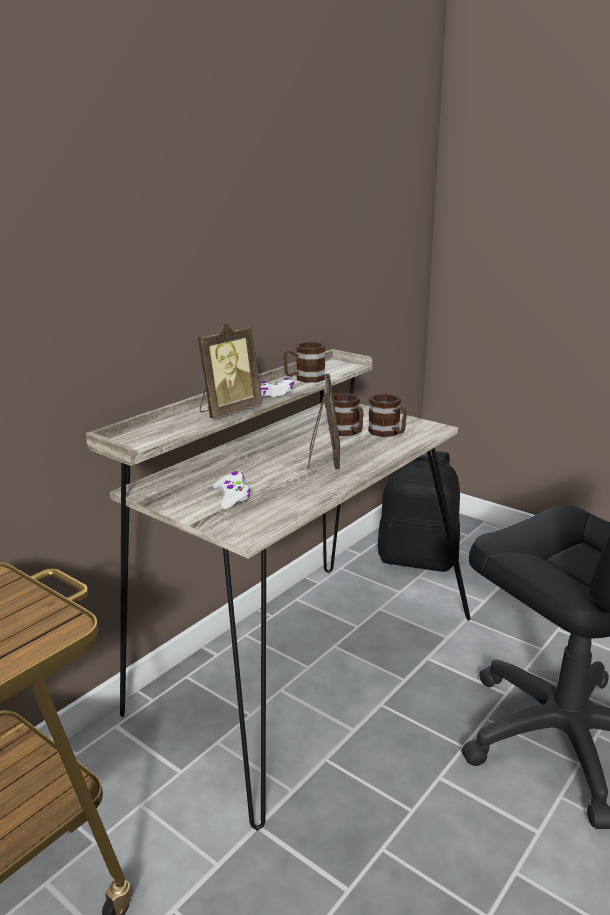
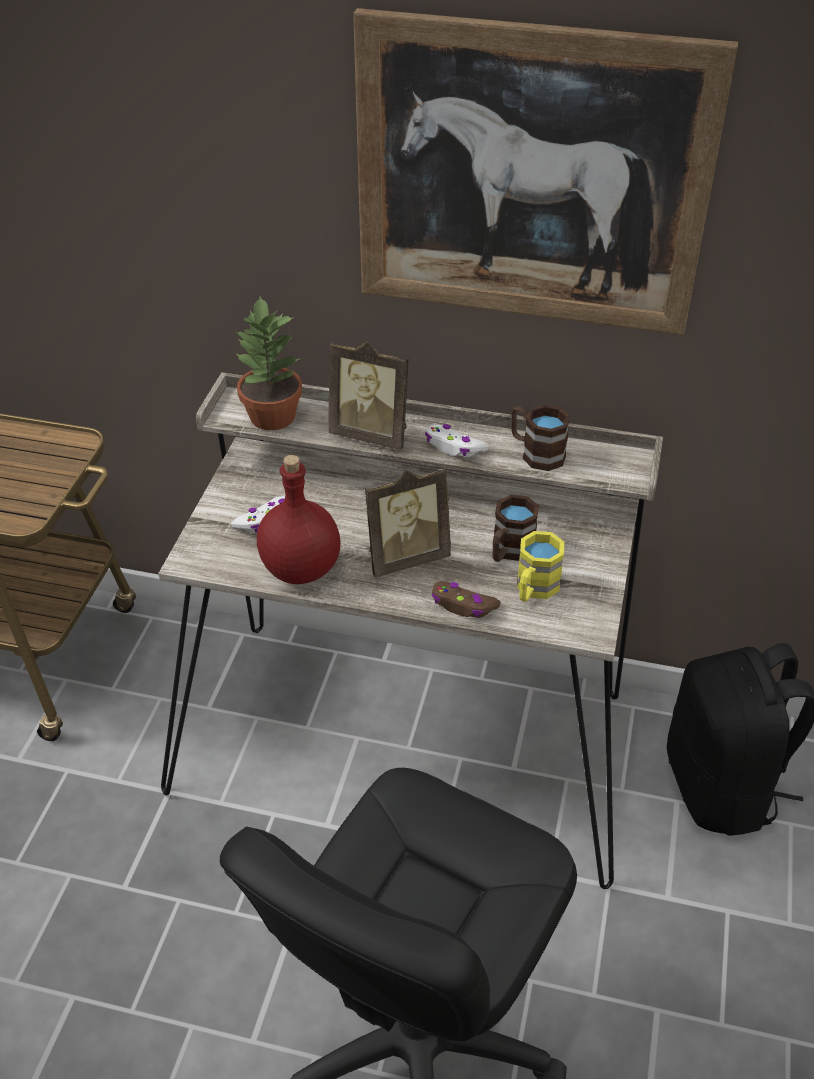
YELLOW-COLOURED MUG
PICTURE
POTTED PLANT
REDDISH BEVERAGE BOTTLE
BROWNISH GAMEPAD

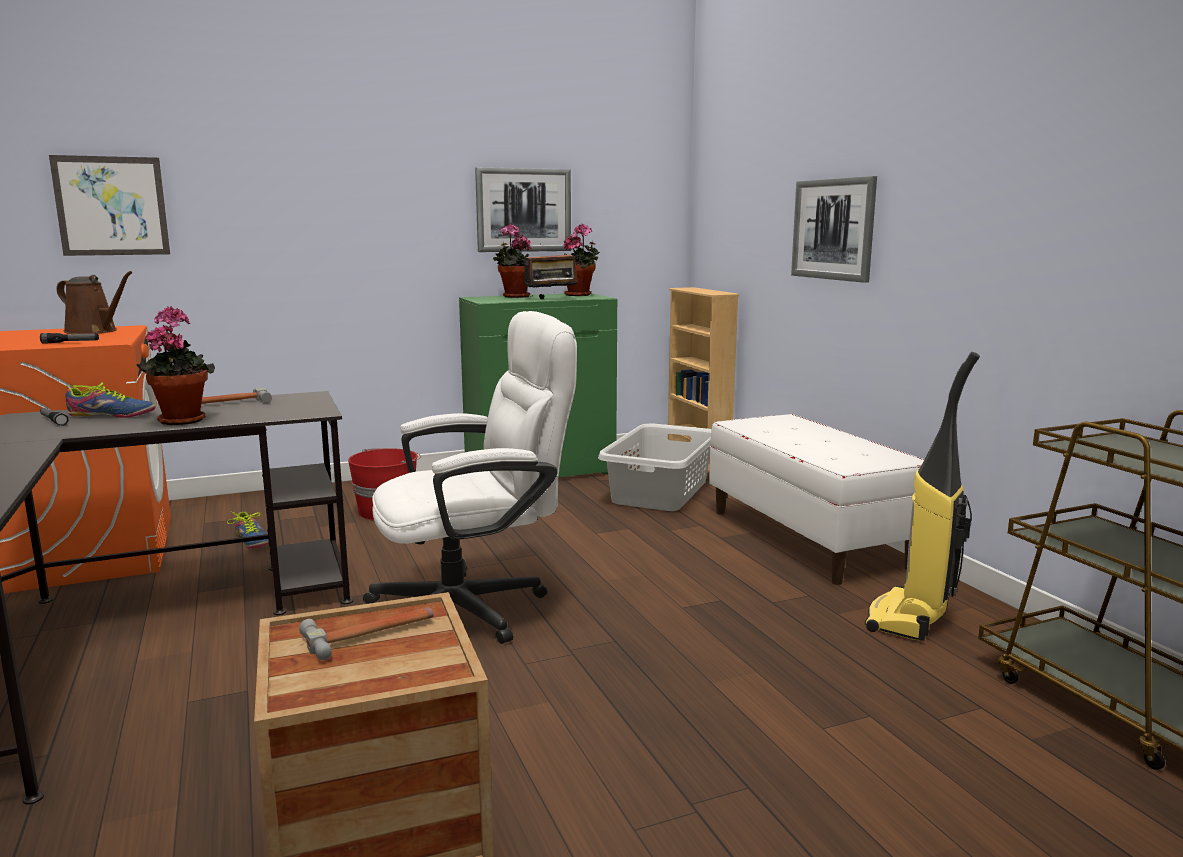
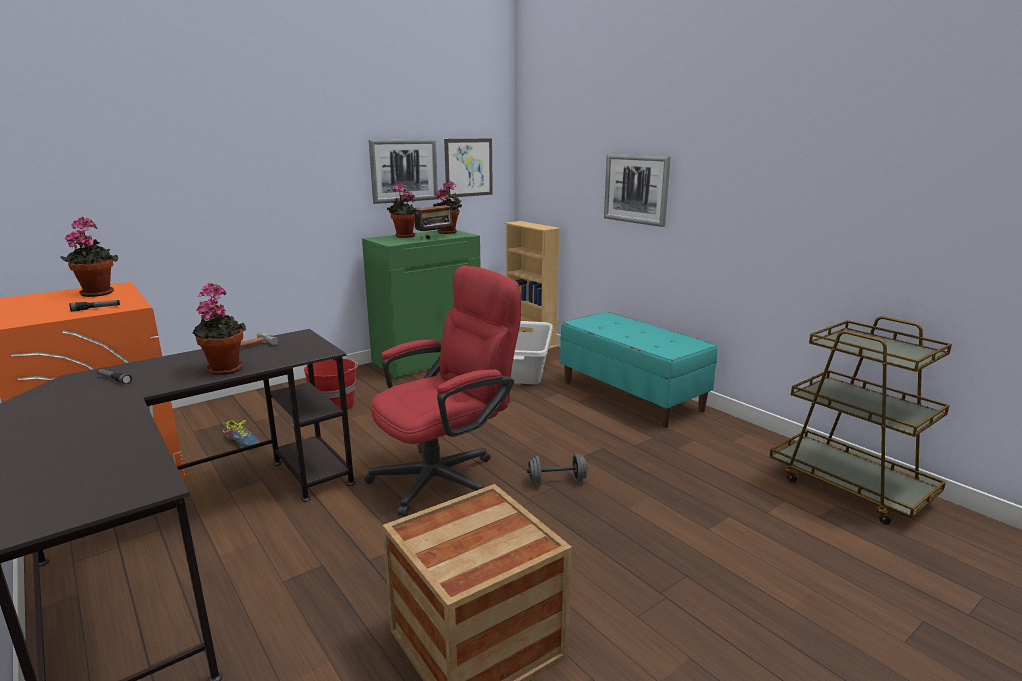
PICTURE (no. 2 from left)
POTTED PLANT (no. 1 from left)
REDDISH DESK CHAIR
VACUUM
LOW SHOE (no. 1 from left in the first image)
TURQUOISE-COLOURED INDOOR BENCH
HAMMER (no. 2 from left in the first image)
GREY DUMBBELL

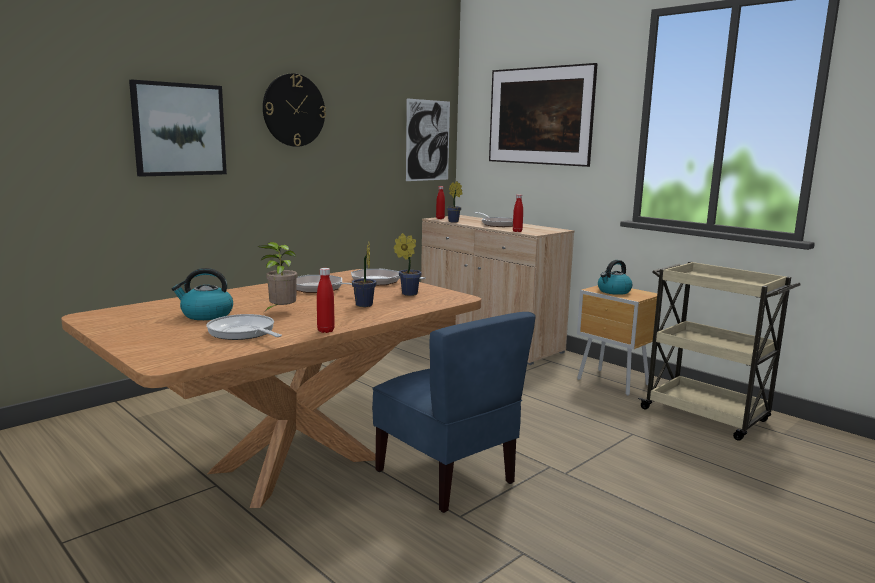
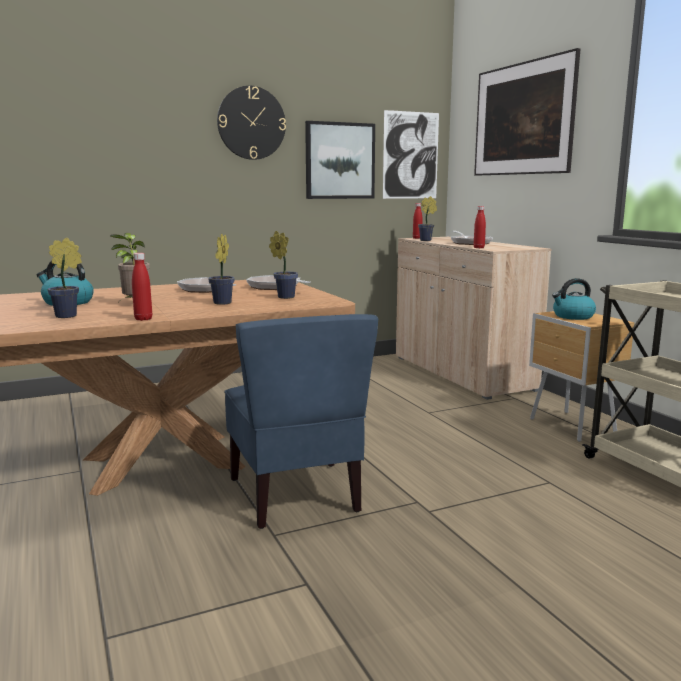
PICTURE (no. 1 from left)
POTTED PLANT (no. 1 from left)

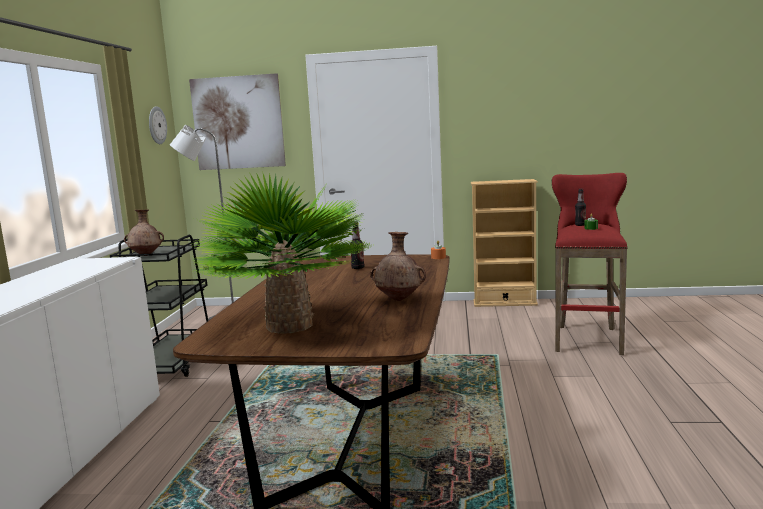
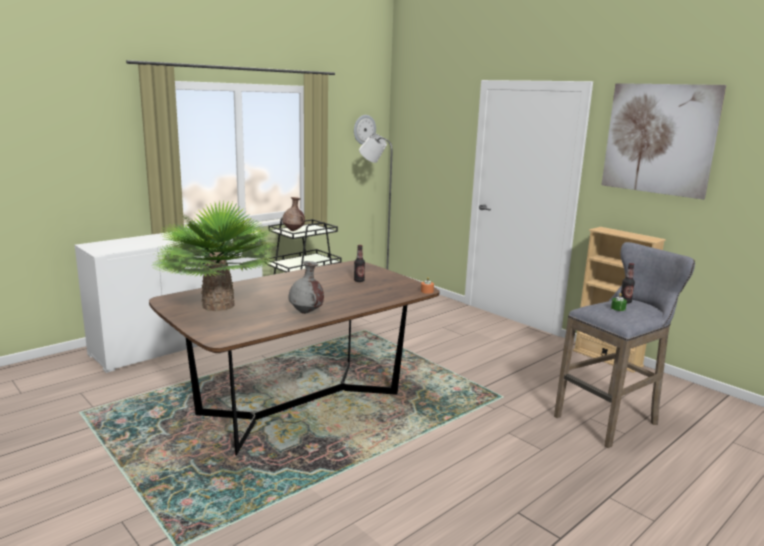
PICTURE
GREY SITTING STOOL
GREY FLOWER VASE

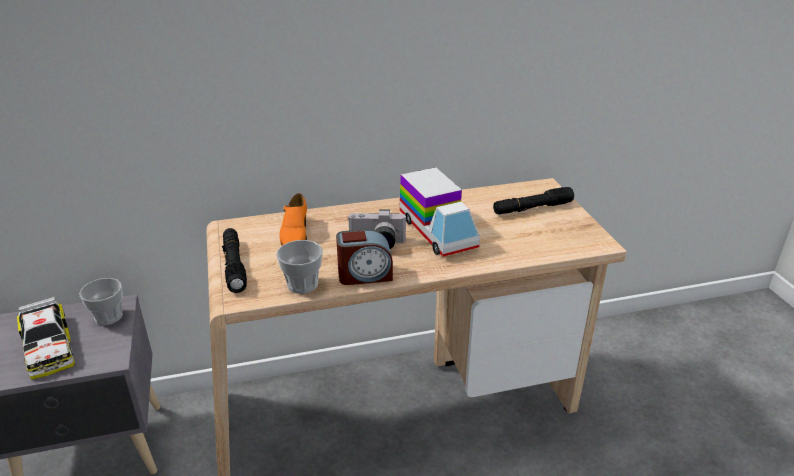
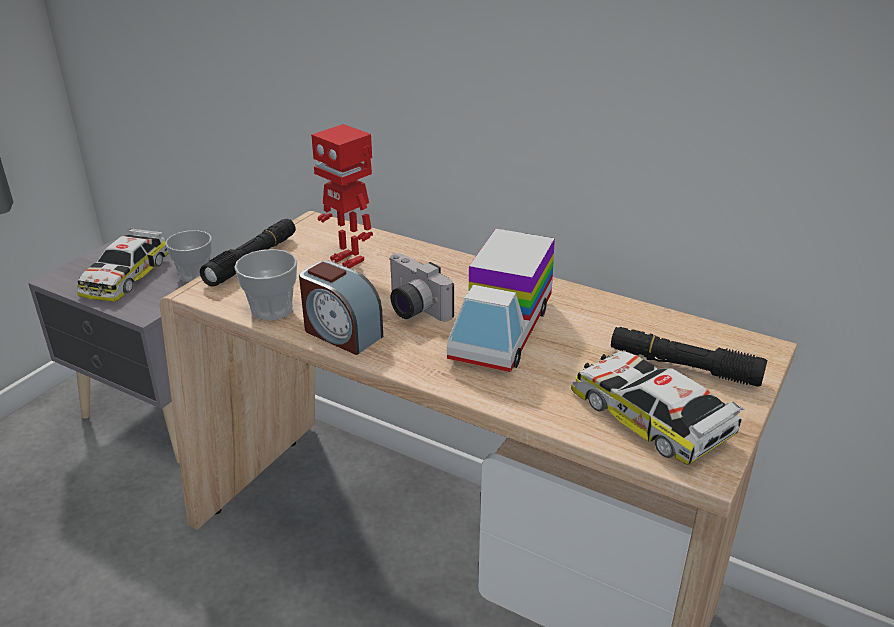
TOY ROBOT
MINIATURE CAR (no. 2 from left)

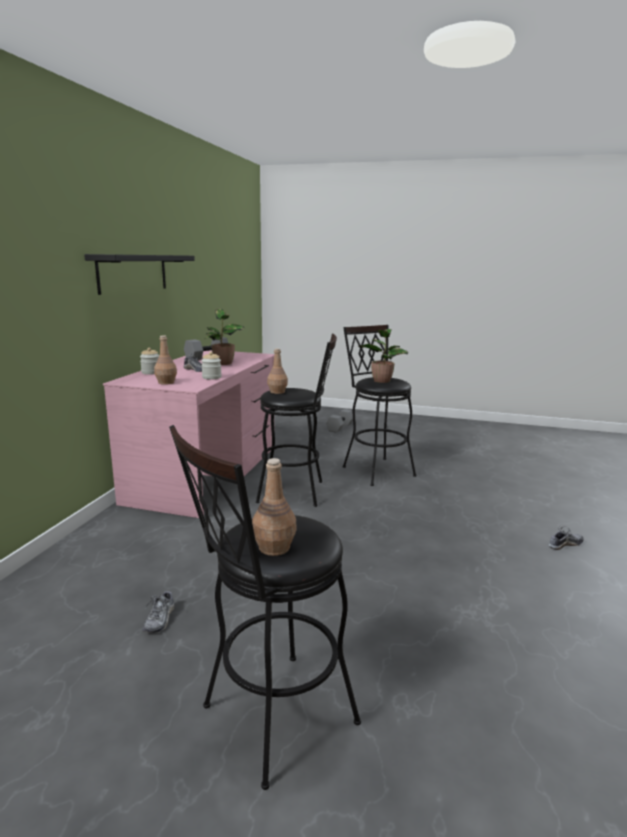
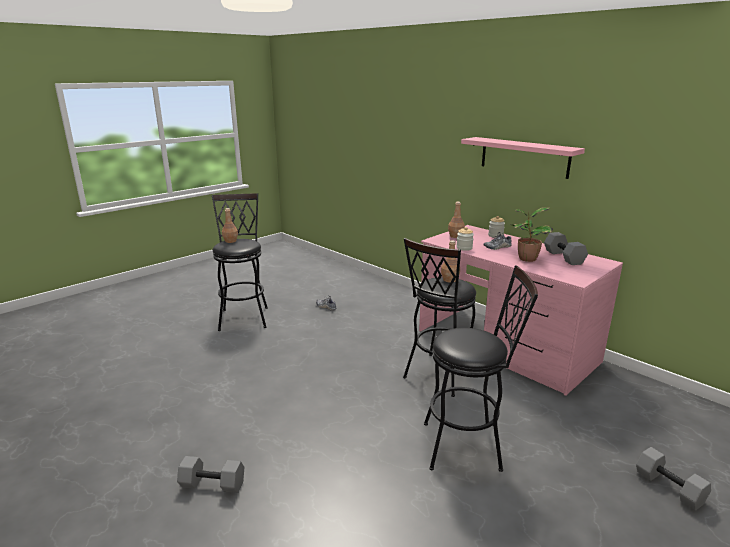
PINK BRACKET SHELF
POTTED PLANT (no. 2 from left in the first image)
GREY DUMBBELL (no. 1 from left)

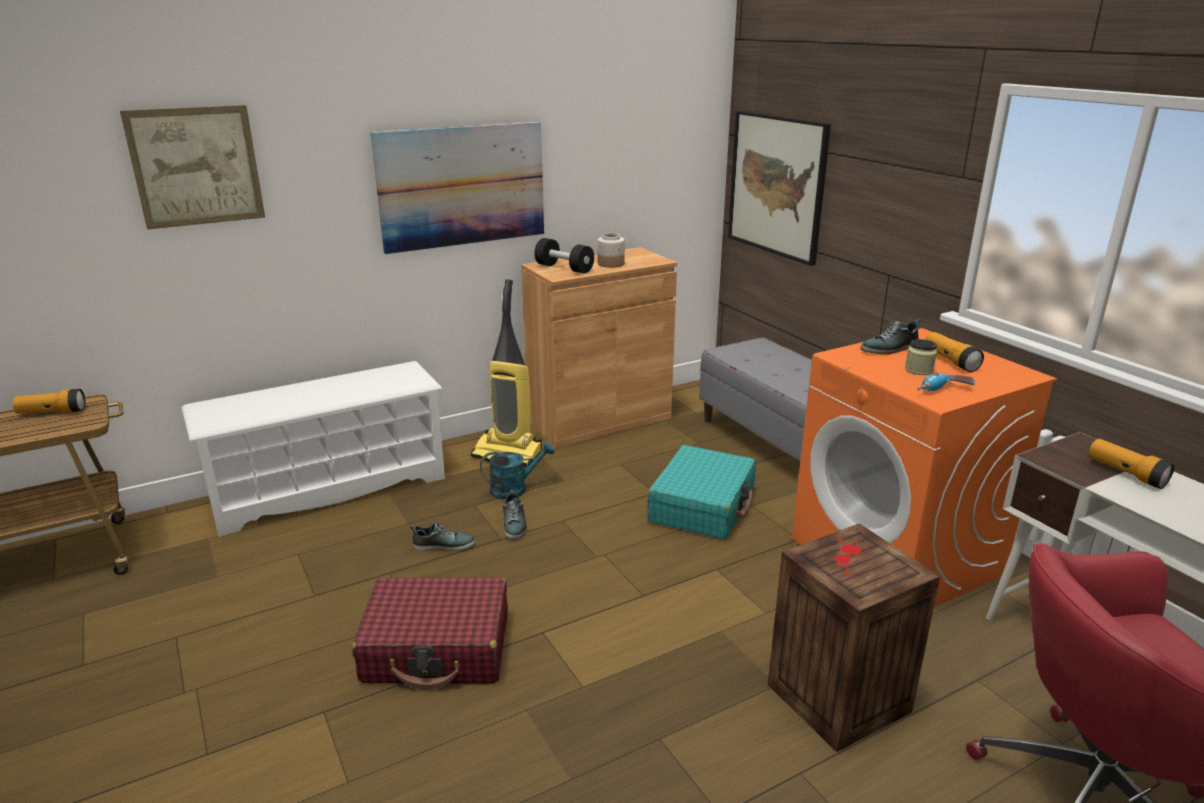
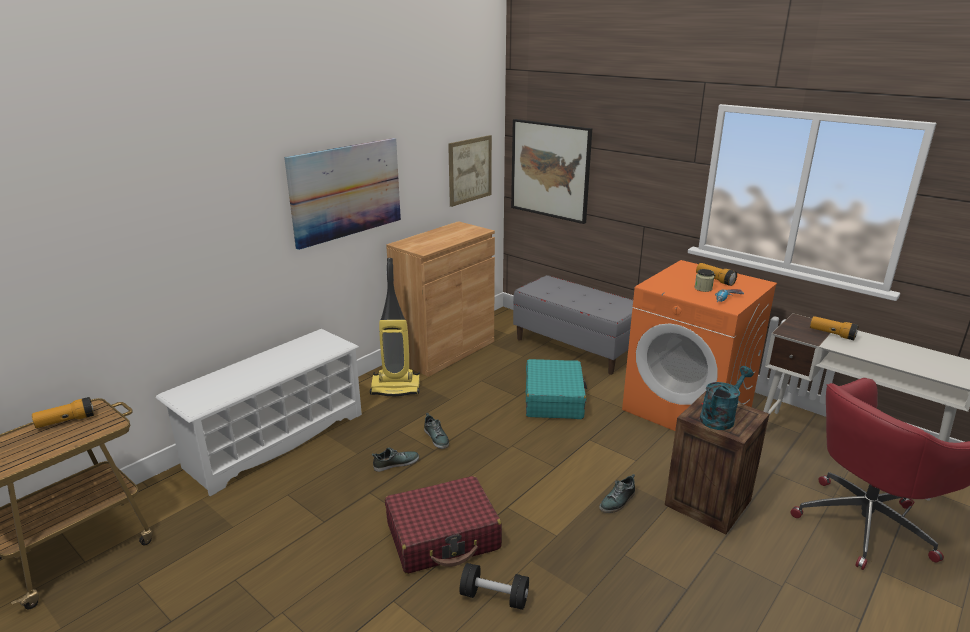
PICTURE (no. 2 from left)
STORAGE JAR (no. 1 from left in the first image)
BLACKISH DUMBBELL
LOW SHOE (no. 3 from left)
TURQUOISE-COLOURED WATERING CAN

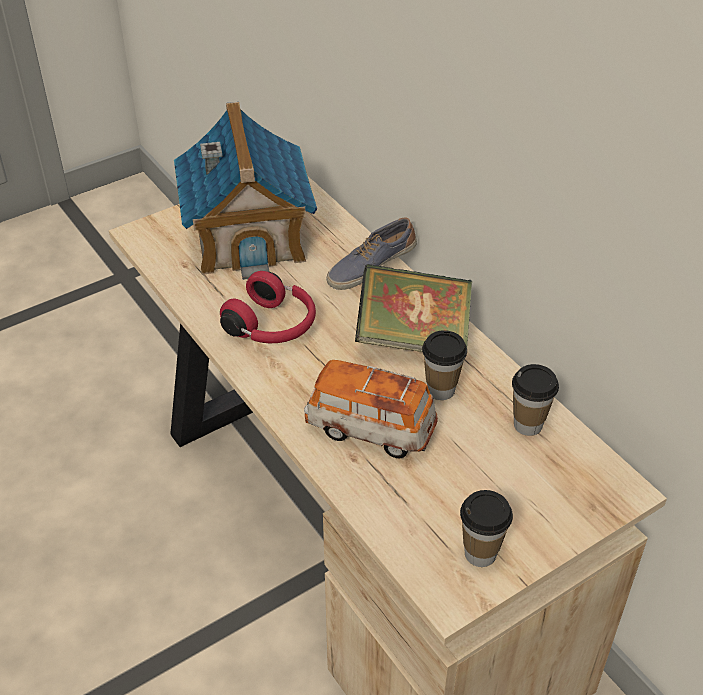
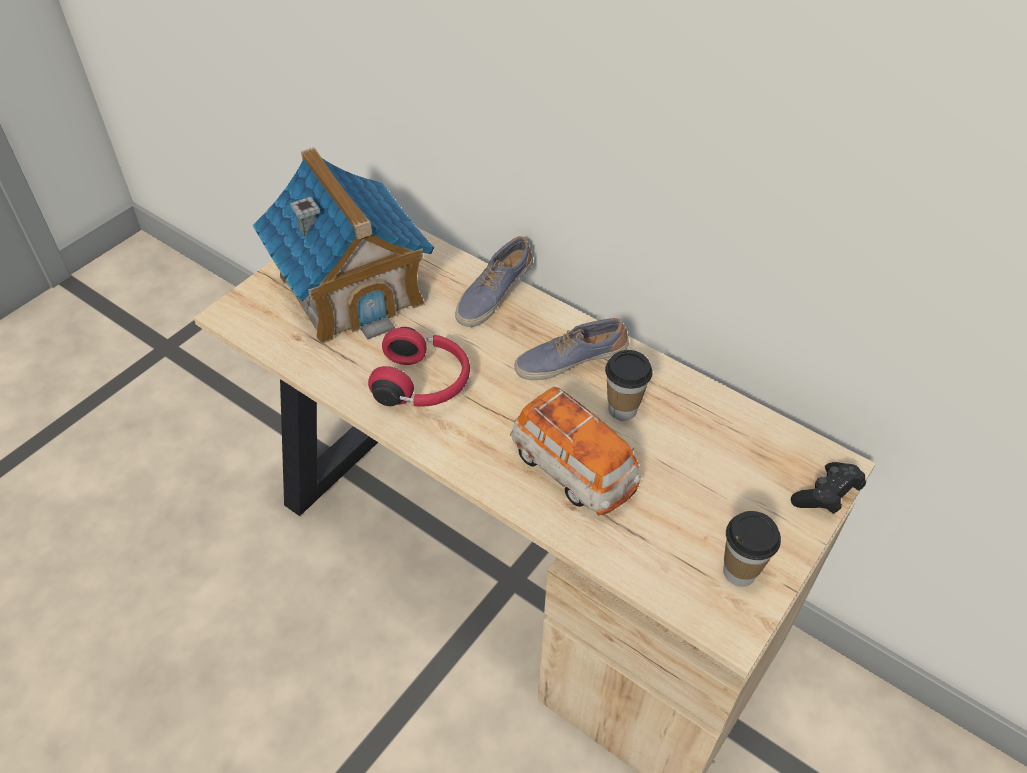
LOW SHOE (no. 2 from left)
MINIATURE CAR
DRINKING CUP (no. 3 from left in the first image)
BLACKISH GAMEPAD

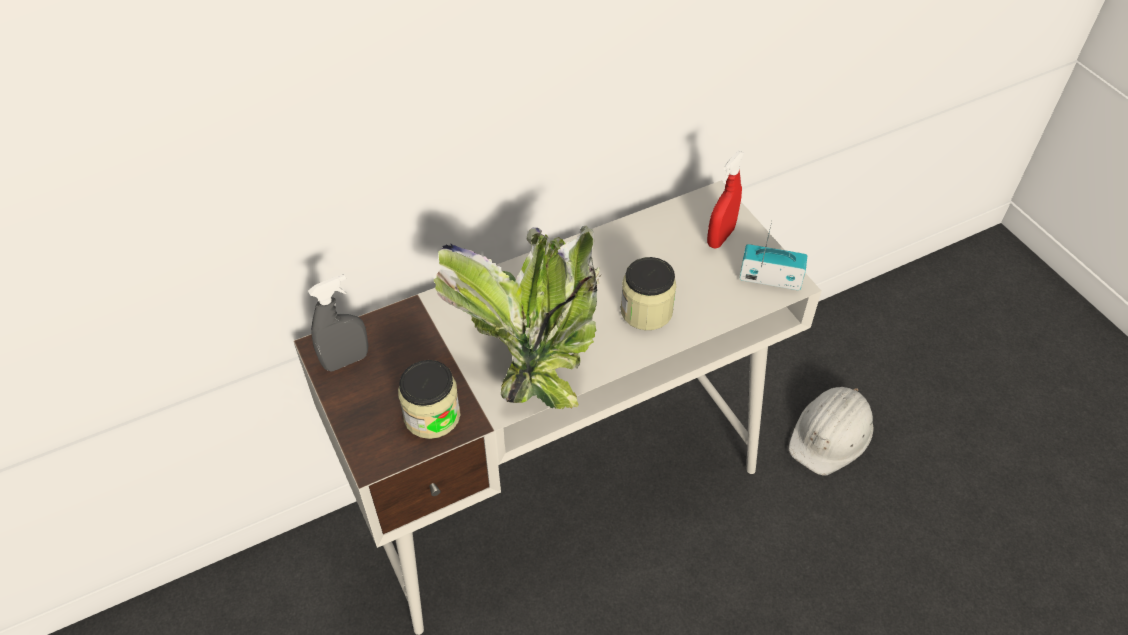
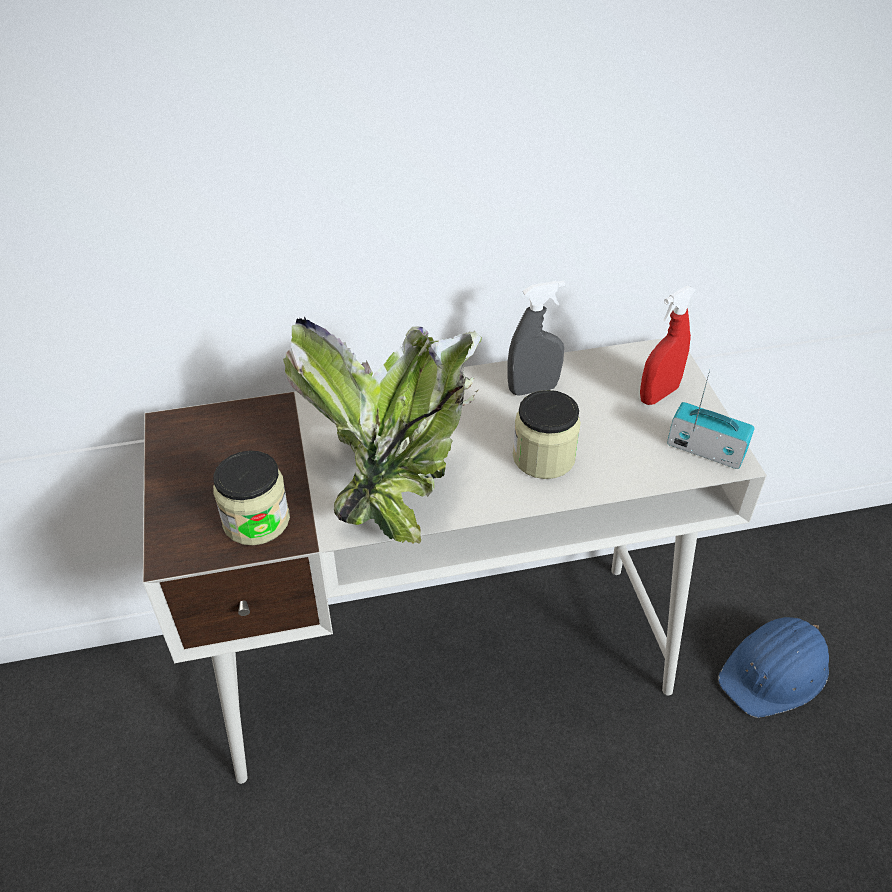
GREY SPRAY BOTTLE
BLUE-COLOURED SAFETY HELMET

